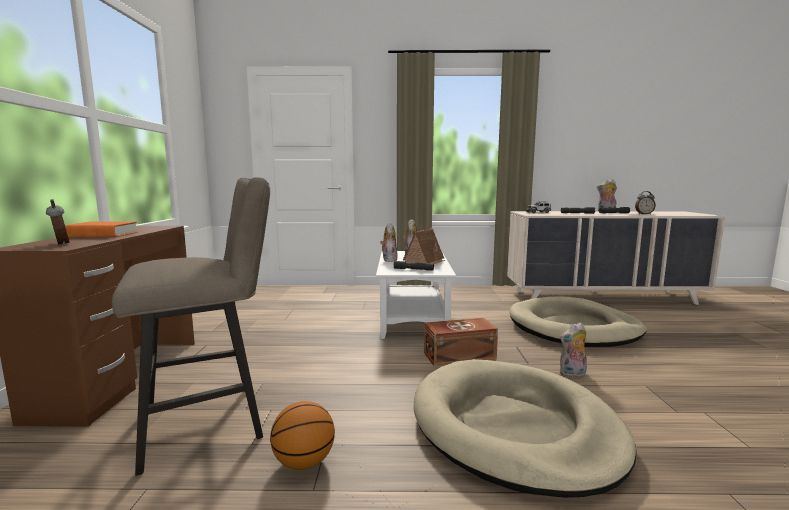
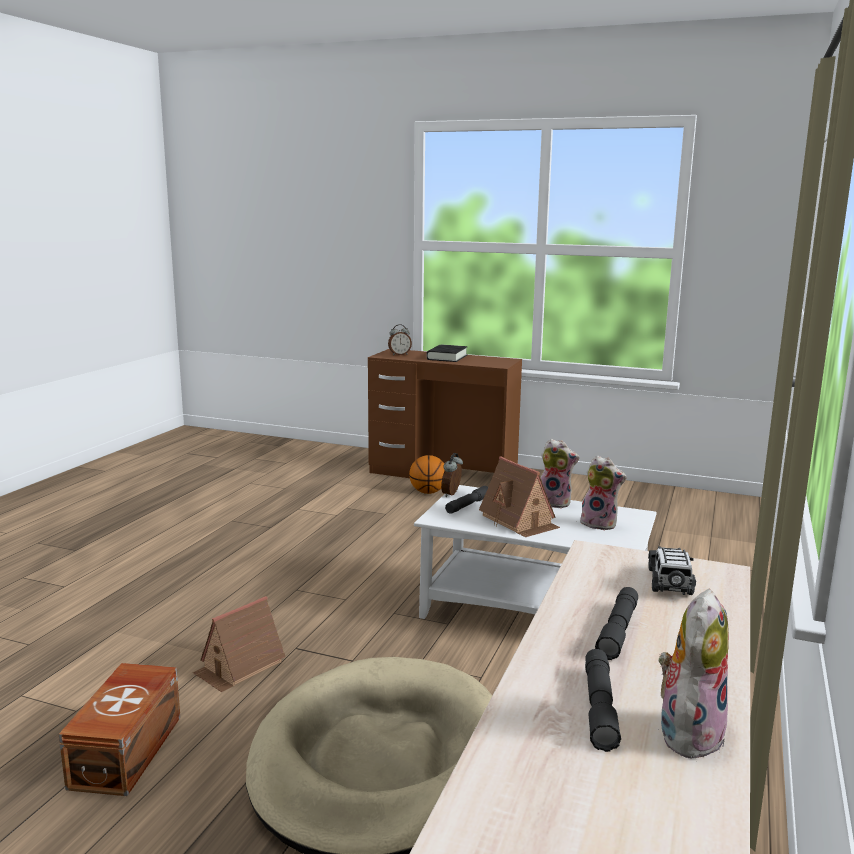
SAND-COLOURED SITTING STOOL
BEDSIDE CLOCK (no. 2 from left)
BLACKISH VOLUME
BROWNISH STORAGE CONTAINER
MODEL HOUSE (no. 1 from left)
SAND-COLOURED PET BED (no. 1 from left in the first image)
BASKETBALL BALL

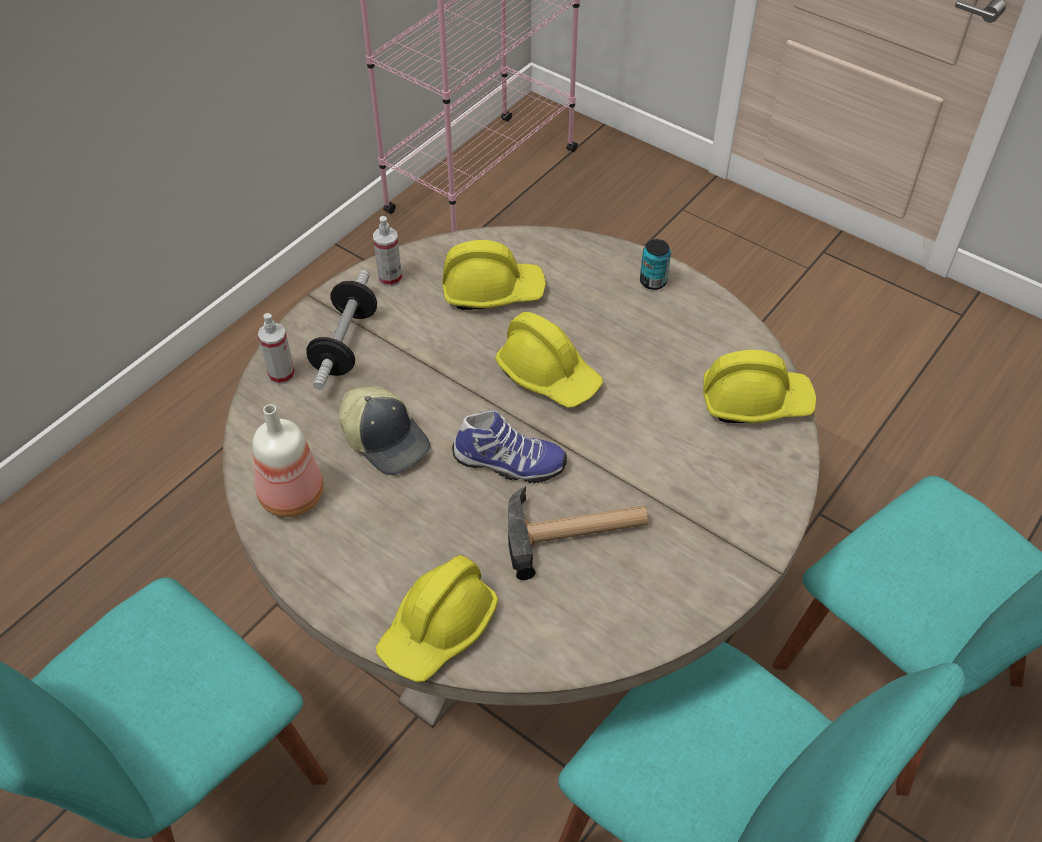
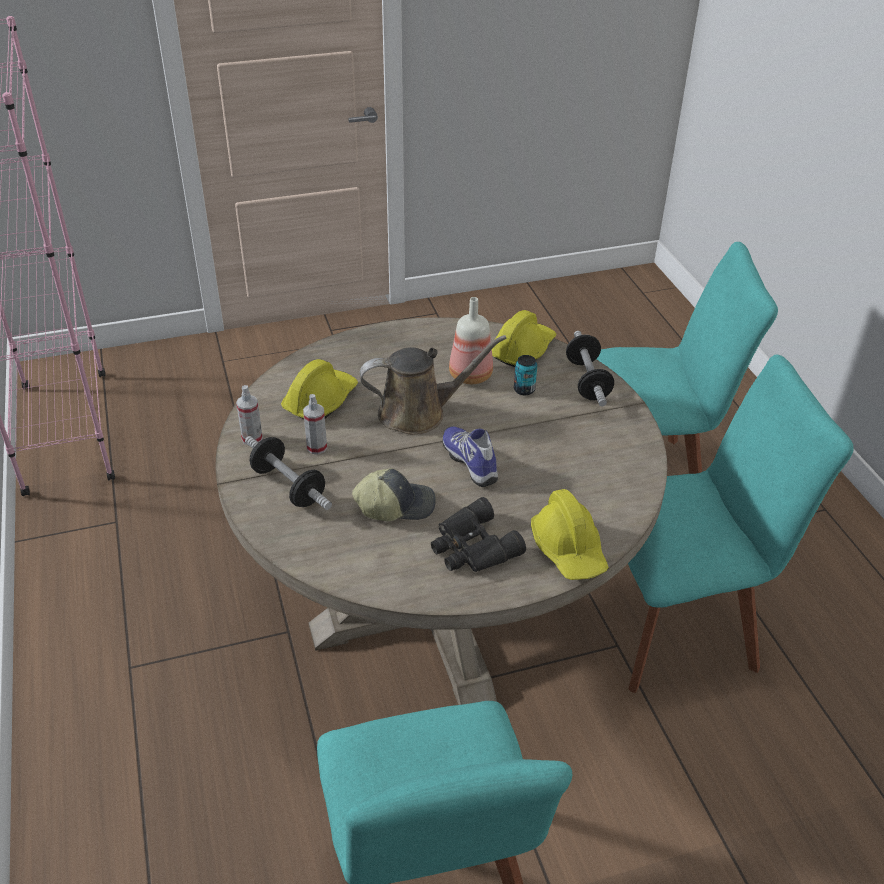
METAL CAN
BROWNISH WATERING CAN
SPRAY BOTTLE (no. 2 from left)
BEVERAGE BOTTLE
LOW SHOE
HAMMER
DUMBBELL (no. 2 from left)
BLACKISH BINOCULARS

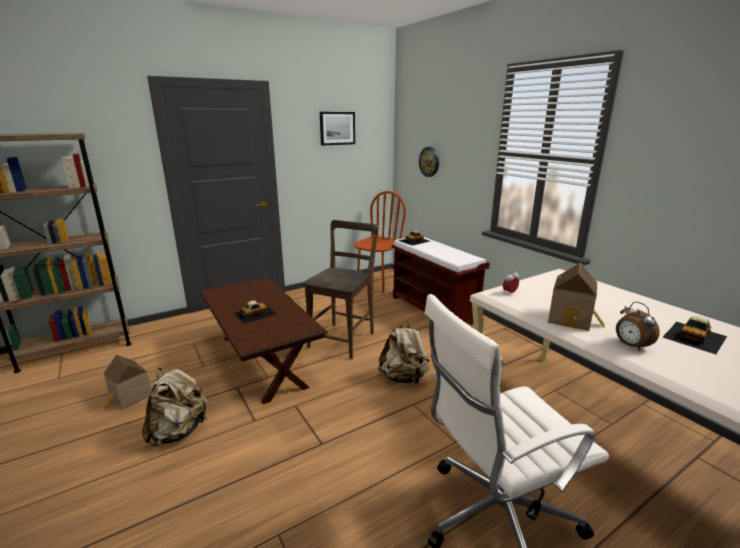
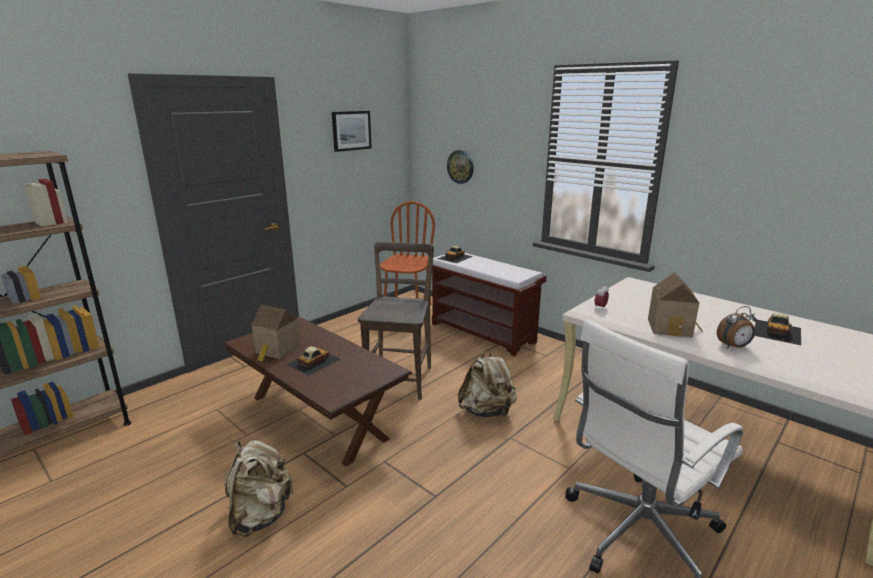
BEDSIDE CLOCK (no. 2 from left)
MODEL HOUSE (no. 1 from left)

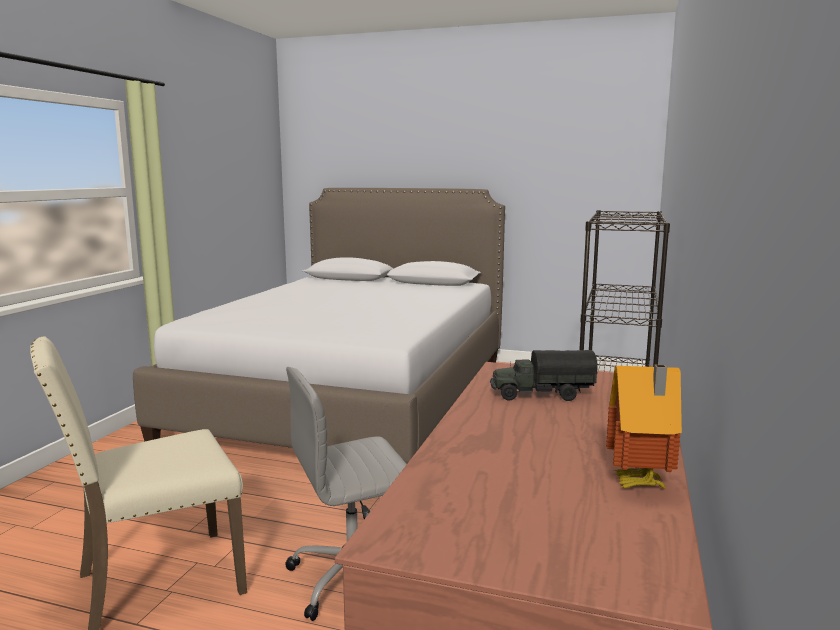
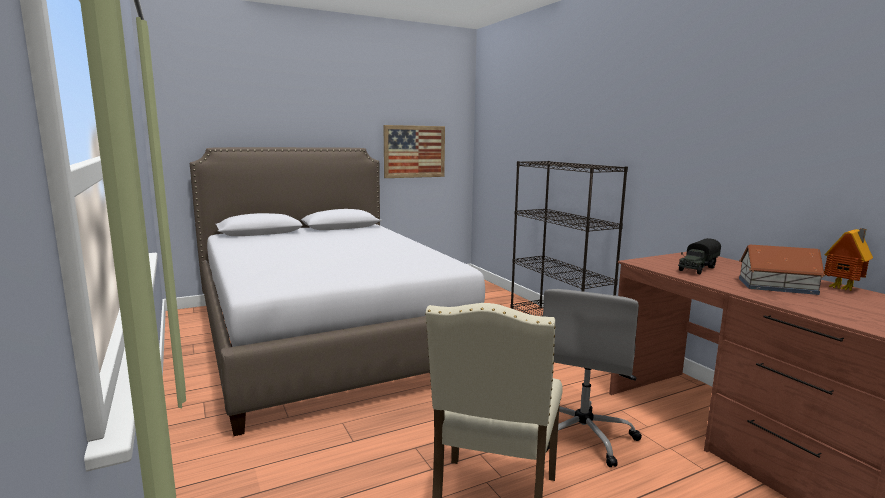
PICTURE
MODEL HOUSE (no. 1 from left)

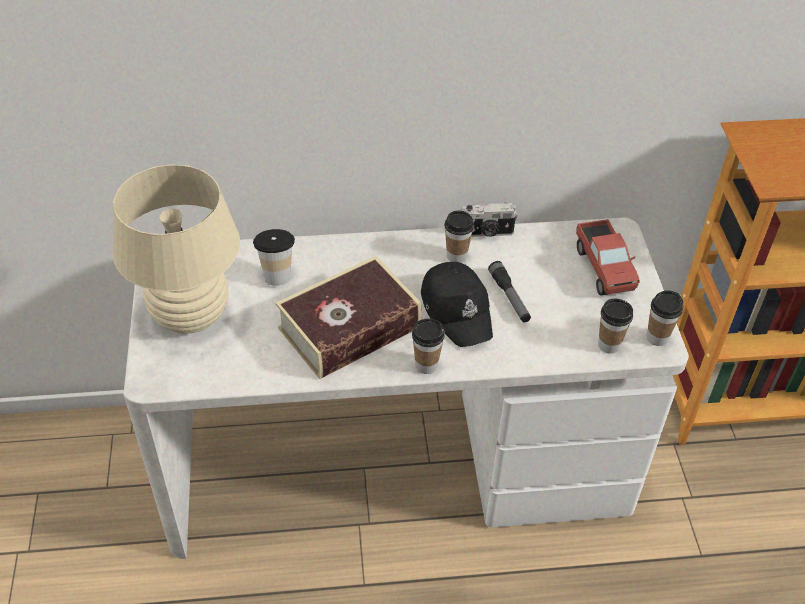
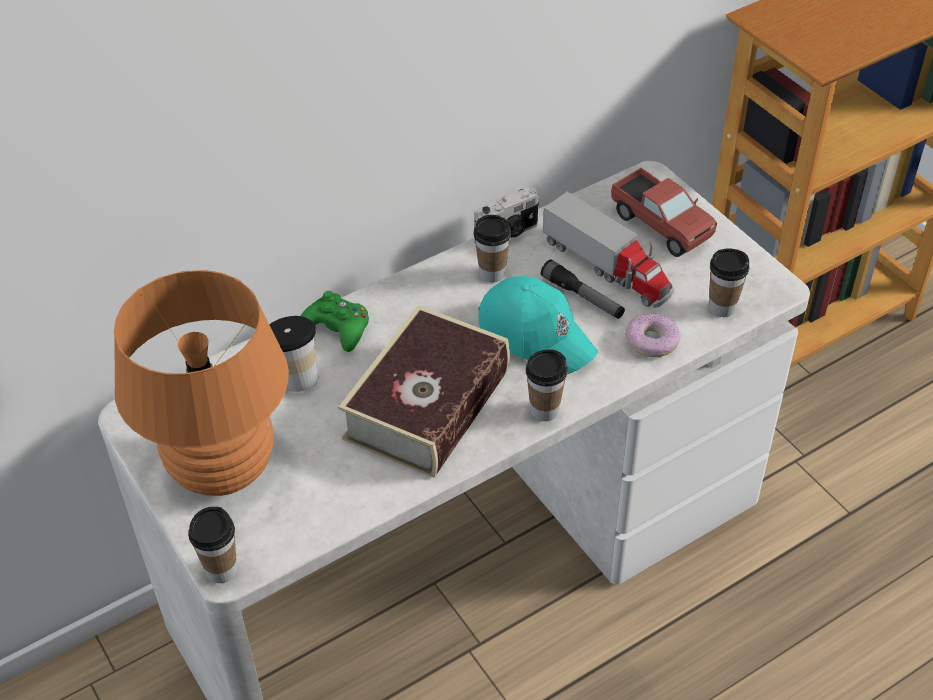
ORANGE-COLOURED TABLETOP LAMP
TURQUOISE-COLOURED BASEBALL CAP
DRINKING CUP (no. 1 from left)
TOY LORRY (no. 1 from left)
GREENISH GAMEPAD
DOUGHNUT

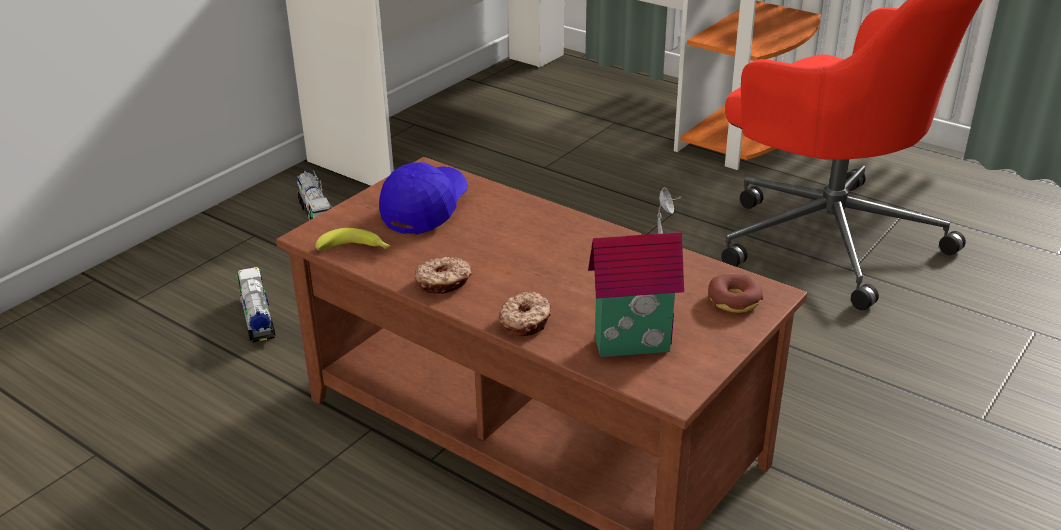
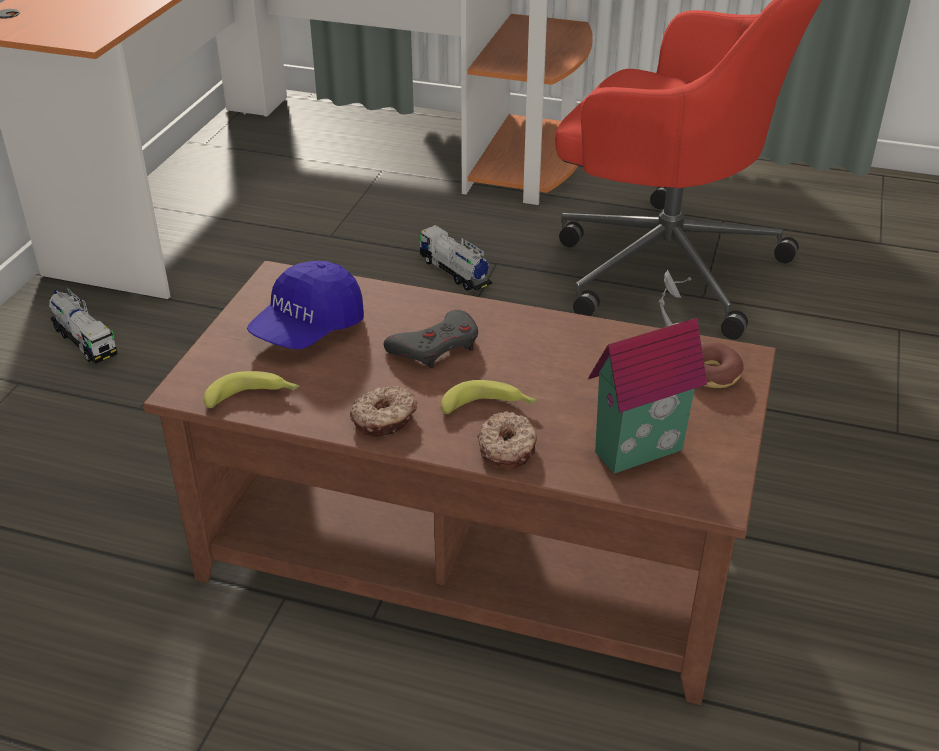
BLUE-COLOURED BASEBALL CAP
TOY LORRY (no. 2 from left)
GREY GAMEPAD
BANANA FRUIT (no. 2 from left)

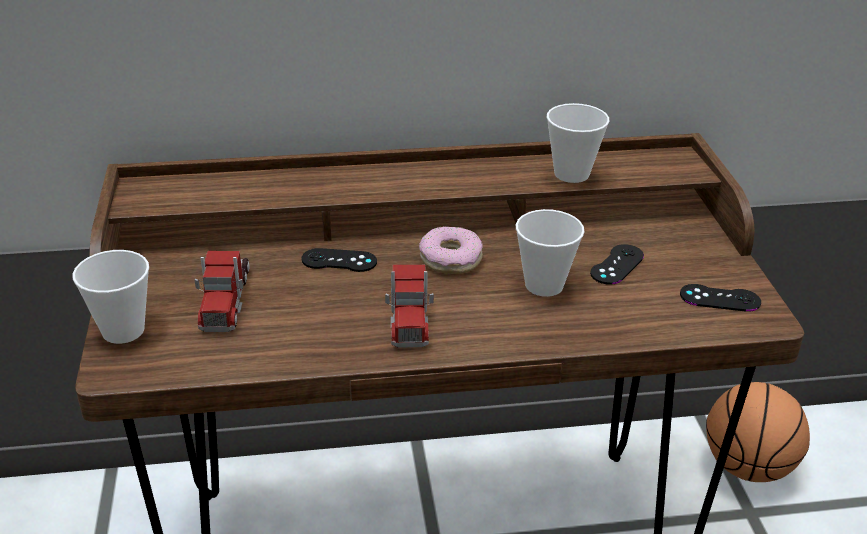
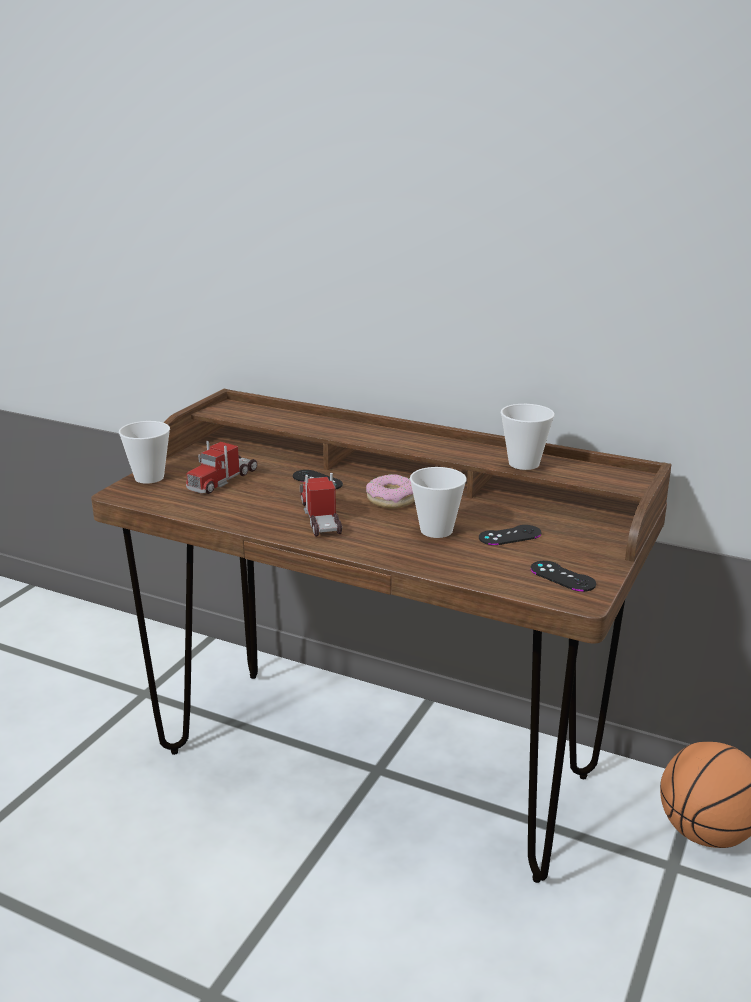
TOY LORRY (no. 2 from left)

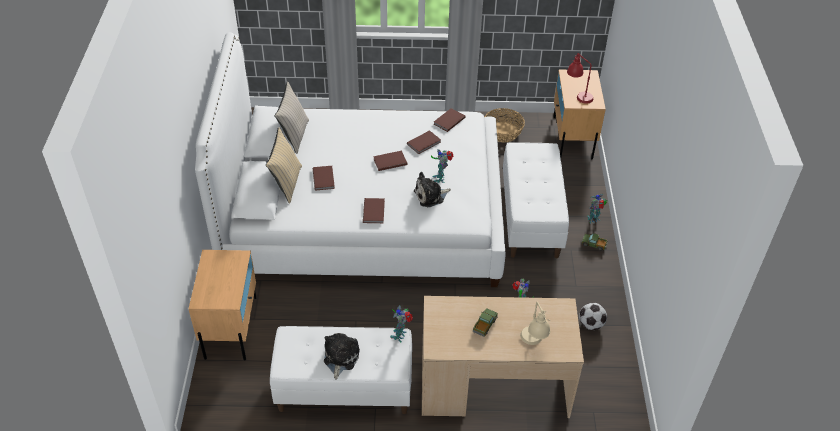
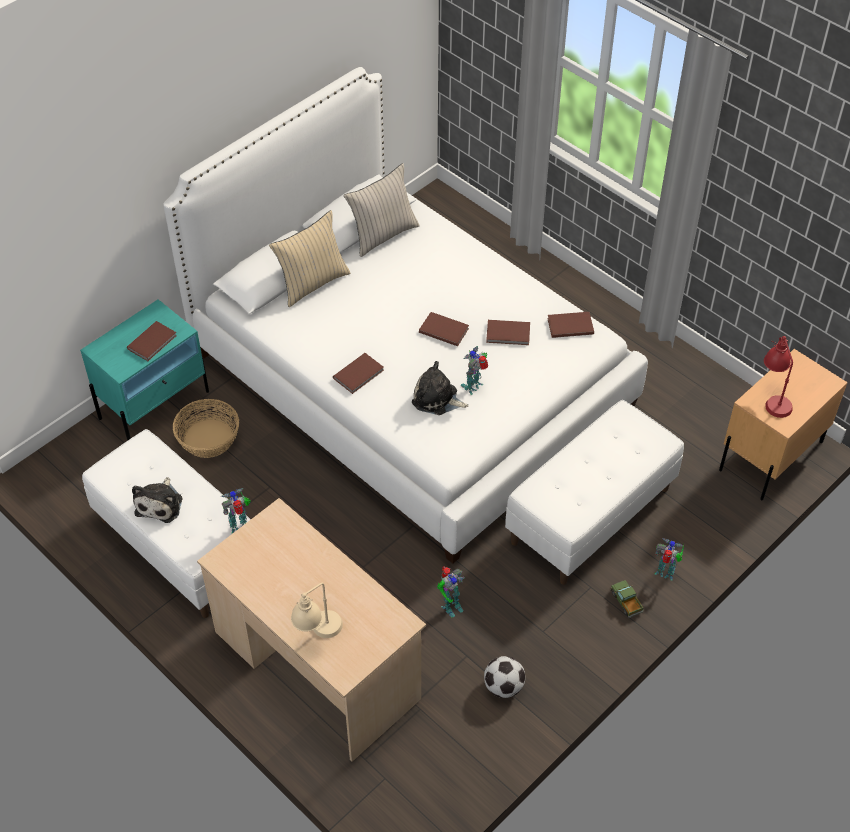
HOUSEHOLD BASKET
BROWNISH VOLUME (no. 1 from left)
TURQUOISE-COLOURED NIGHTSTAND
TOY LORRY (no. 1 from left in the first image)
SOFT TOY (no. 1 from left)

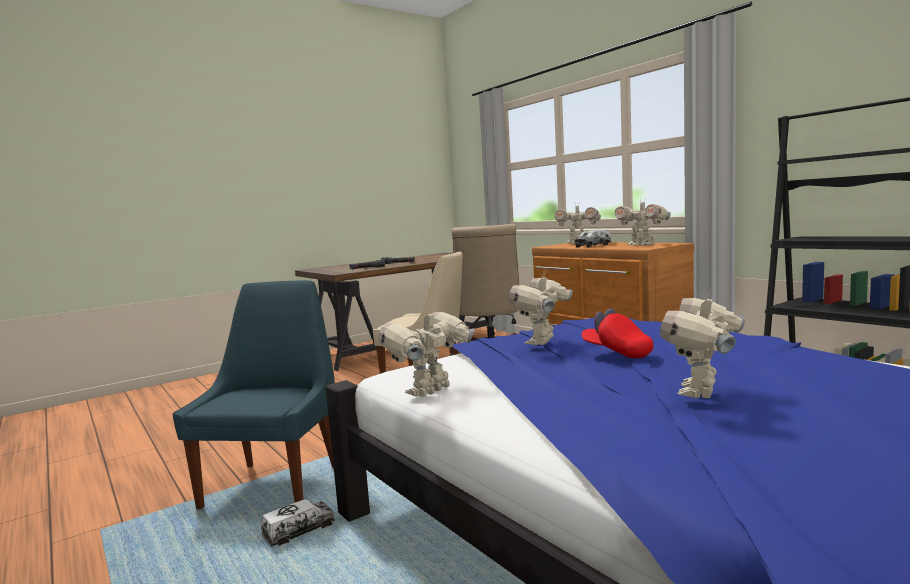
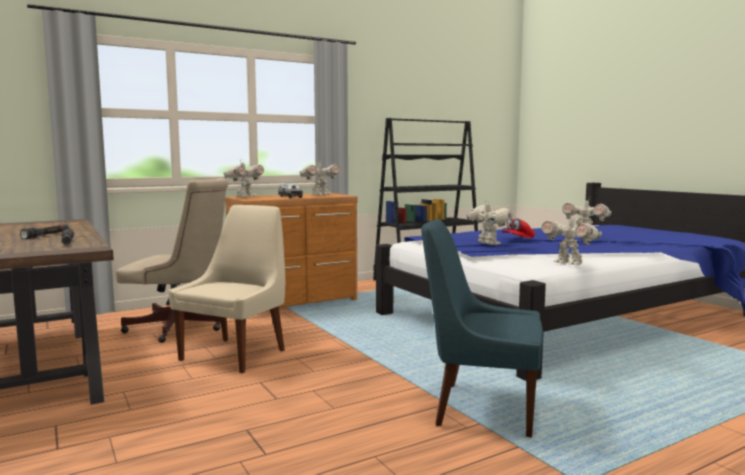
TOY ROBOT (no. 3 from left)
TOY LORRY (no. 1 from left in the first image)

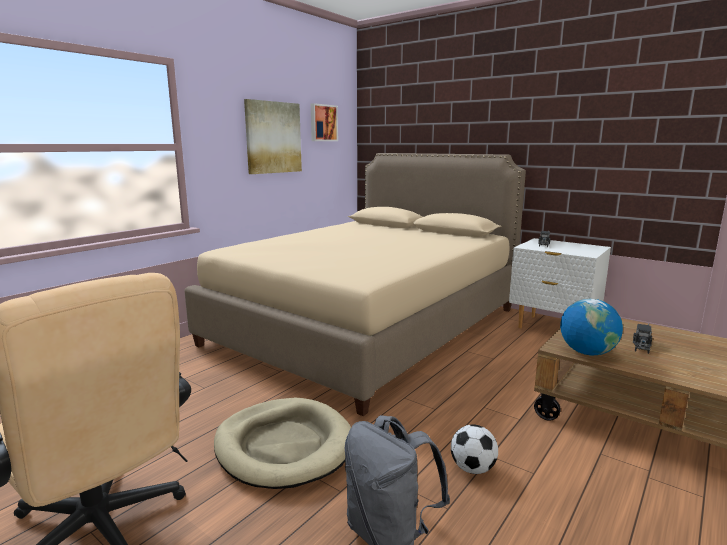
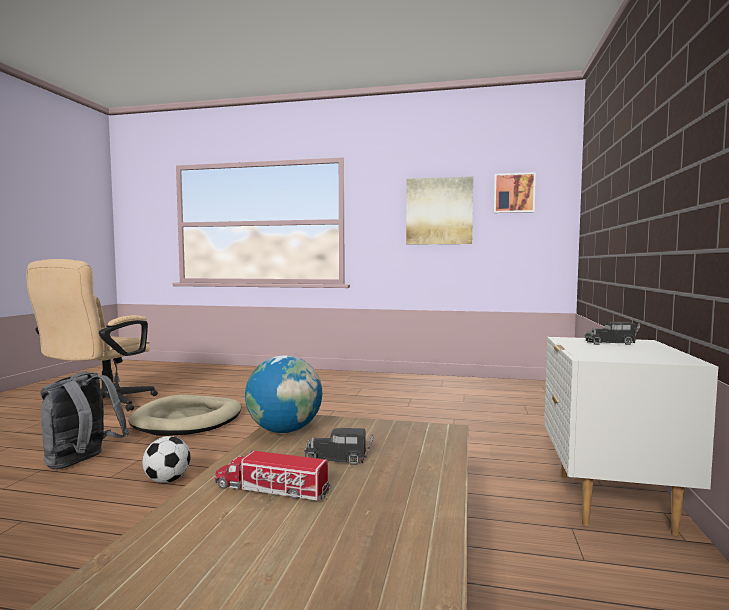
SAND-COLOURED BEDROOM BED
TOY LORRY (no. 1 from left)

